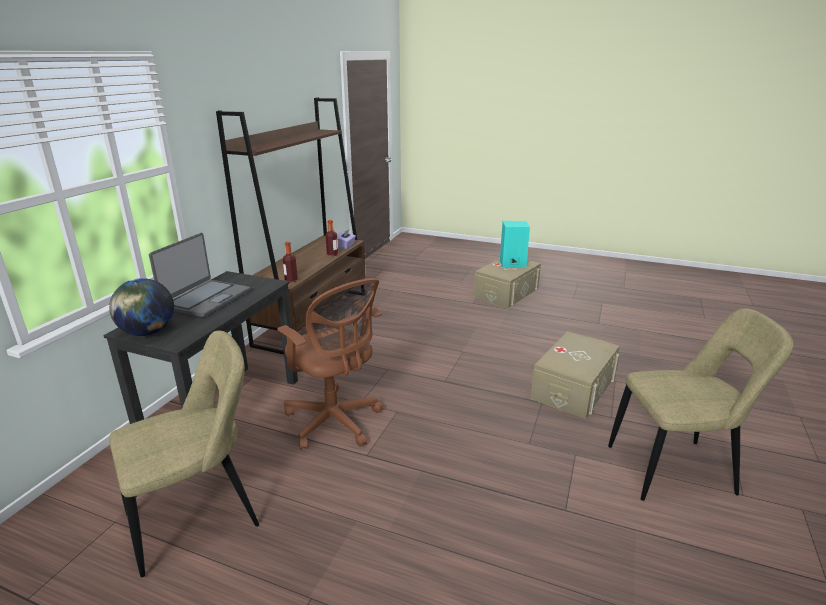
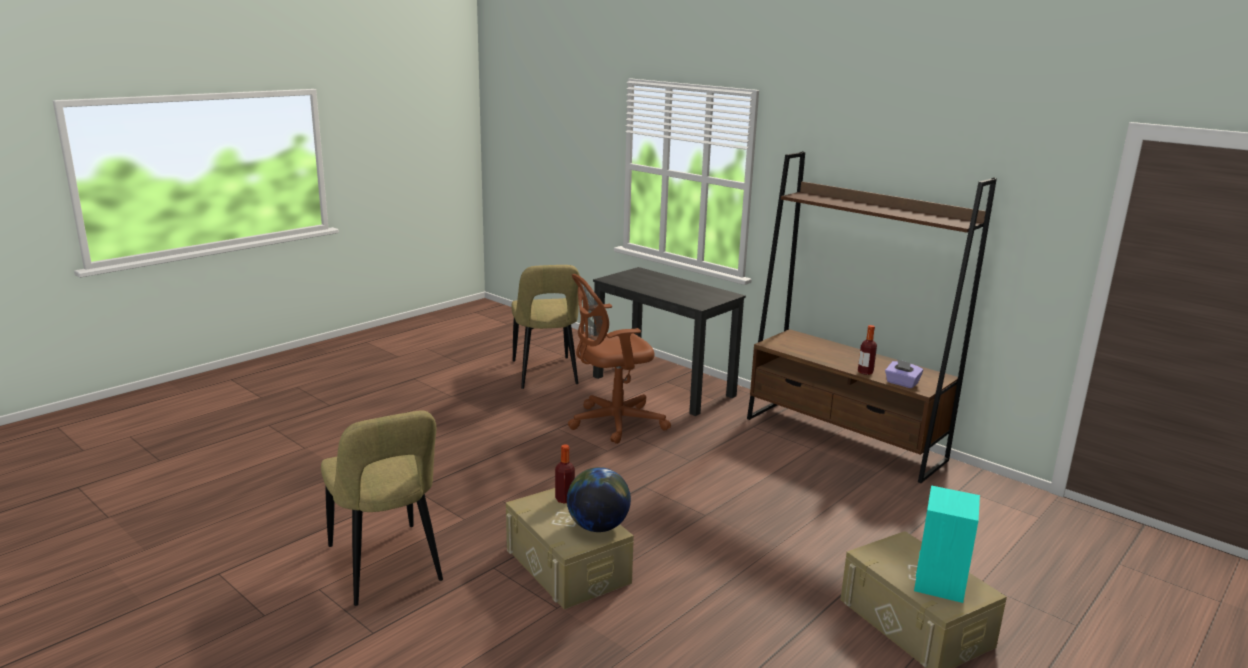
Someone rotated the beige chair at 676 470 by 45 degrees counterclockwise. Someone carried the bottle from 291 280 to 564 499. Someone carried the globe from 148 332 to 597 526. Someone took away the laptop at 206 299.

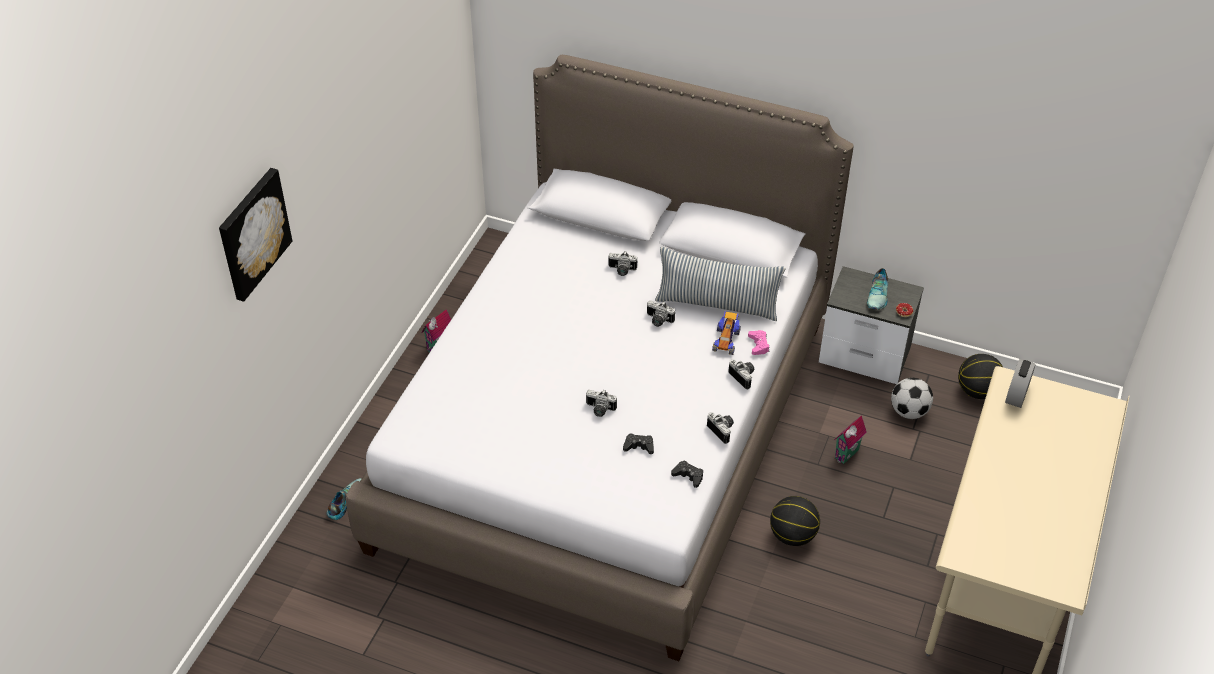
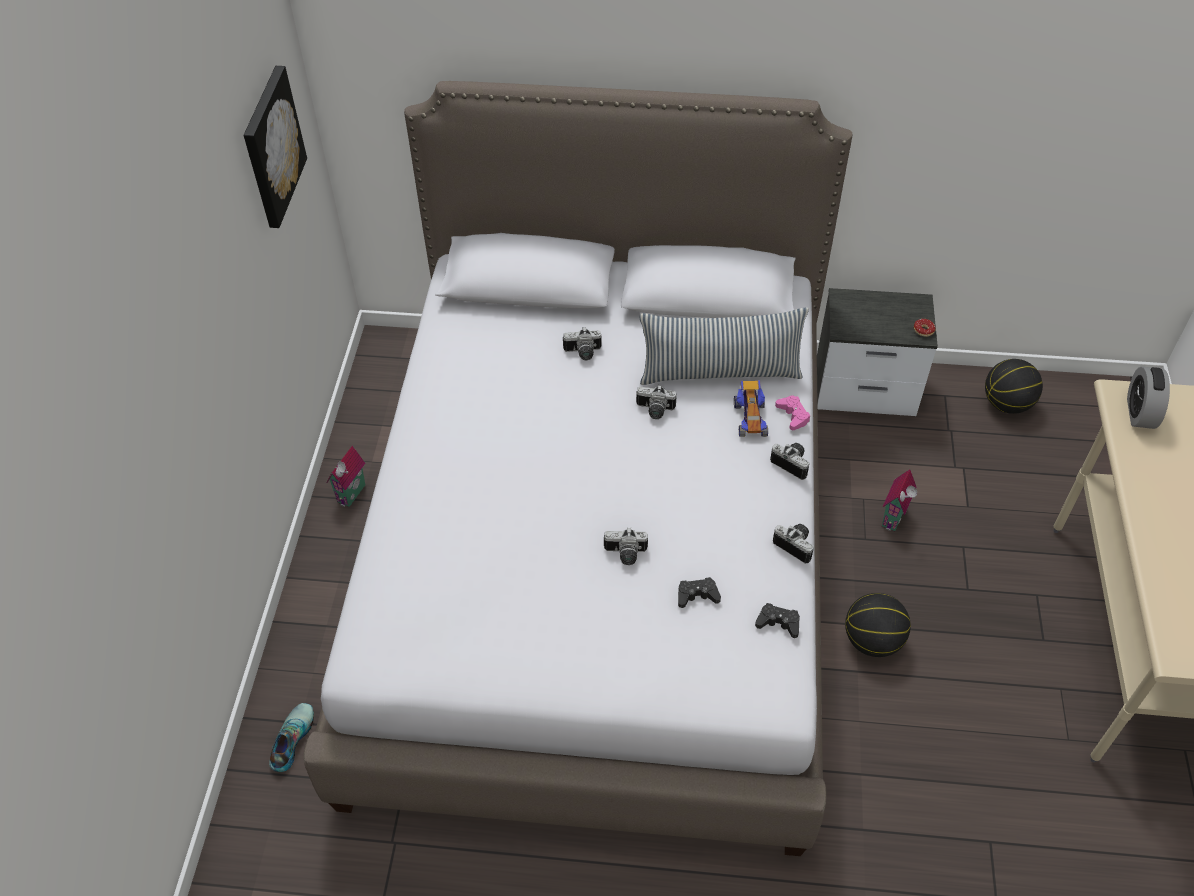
Someone carried the picture from 252 233 to 271 147. Someone took away the shoe at 878 295. Someone took away the football at 909 411.

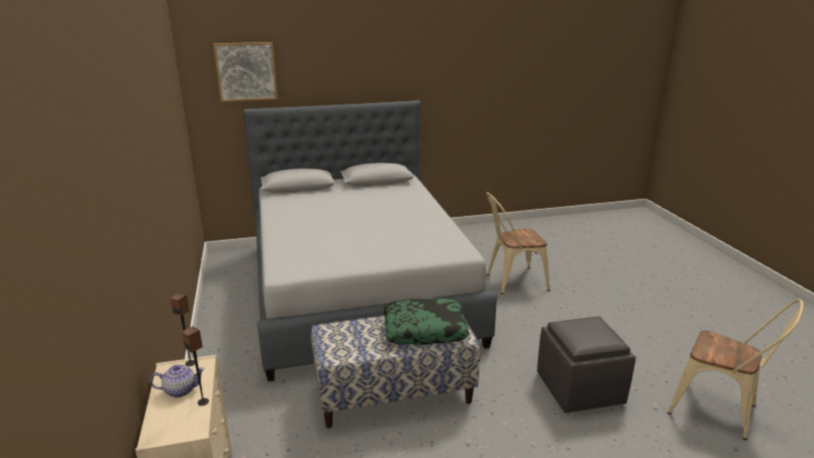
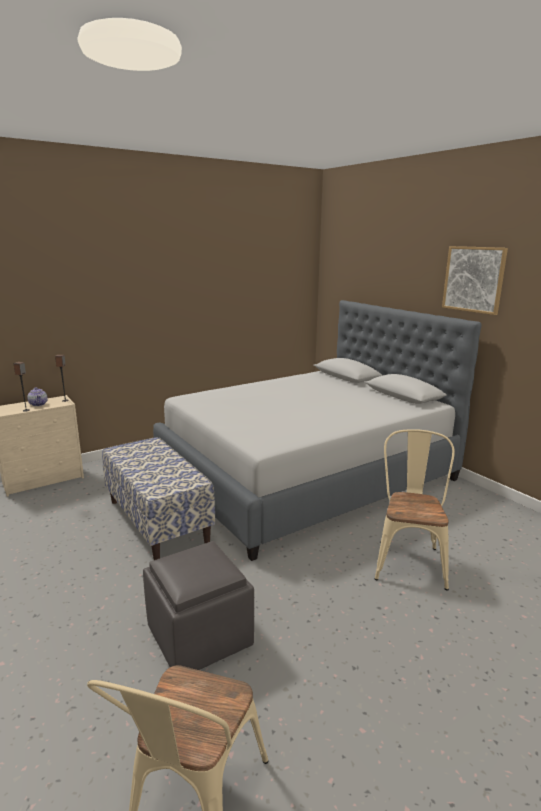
Someone rotated the beige chair at 511 281 by 45 degrees clockwise. Someone carried the picture from 246 71 to 474 279. Someone took away the pillow at 424 329.

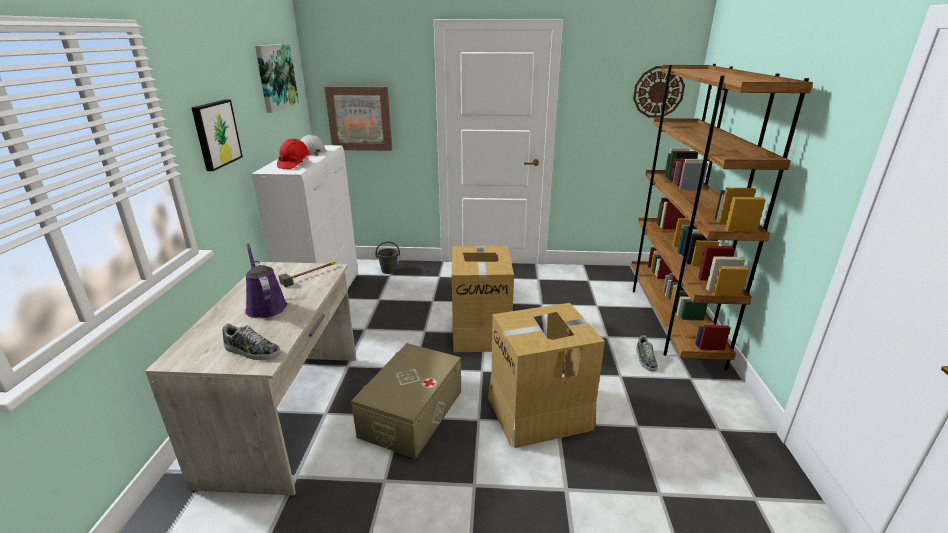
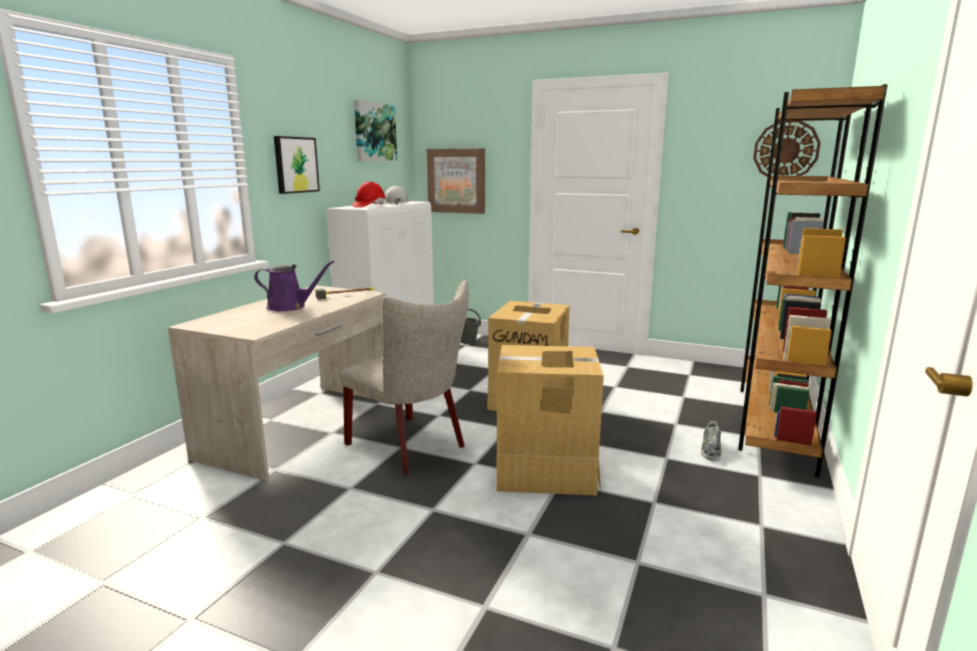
Someone rotated the purple watering can at 265 306 by 105 degrees clockwise. Someone swapped the beige storage box at 411 413 for the beige chair at 411 446. Someone took away the shoe at 252 351.

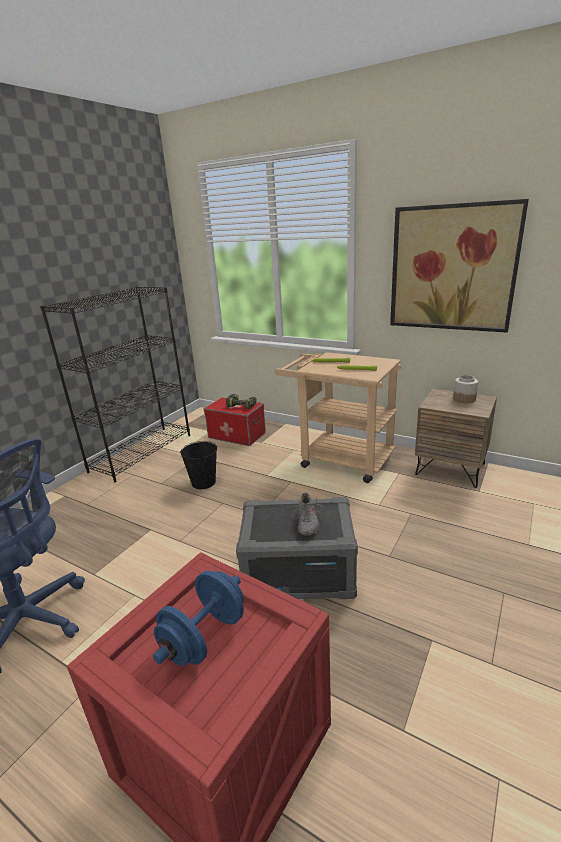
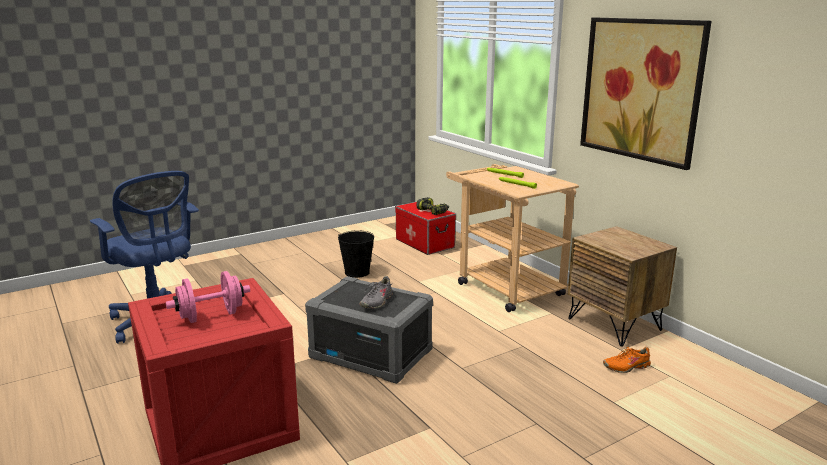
Someone repainted the blue dumbbell at 204 637, which became the pink dumbbell at 211 316. Someone put down the orange shoe at 626 366. Someone took away the black bookcase at 142 452. Someone took away the jar at 464 399.

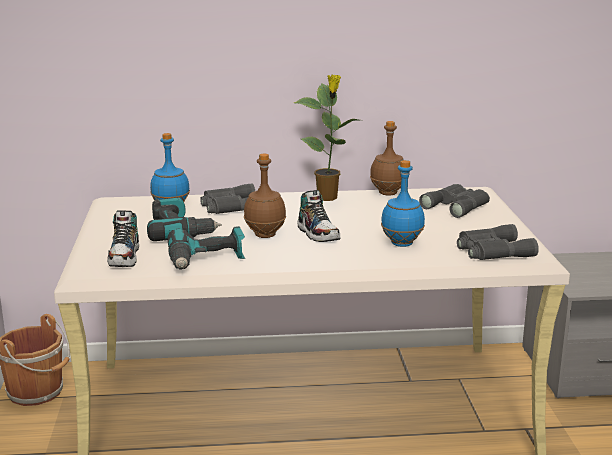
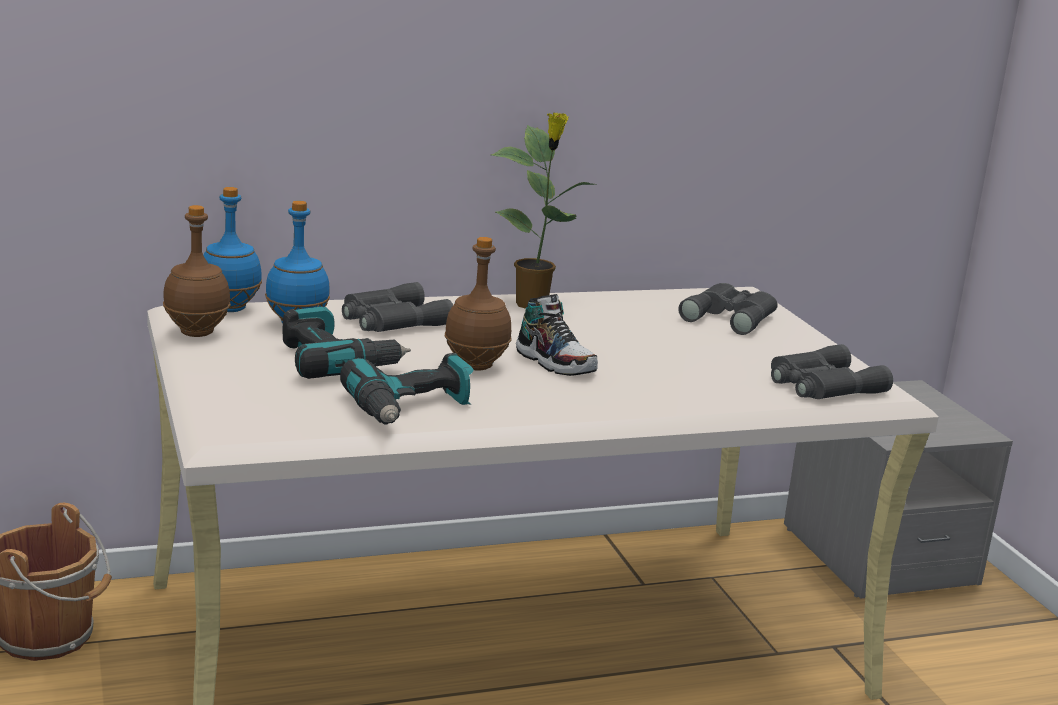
Someone carried the brown bottle from 388 193 to 197 333. Someone carried the blue bottle from 401 244 to 229 308. Someone took away the shoe at 125 257.

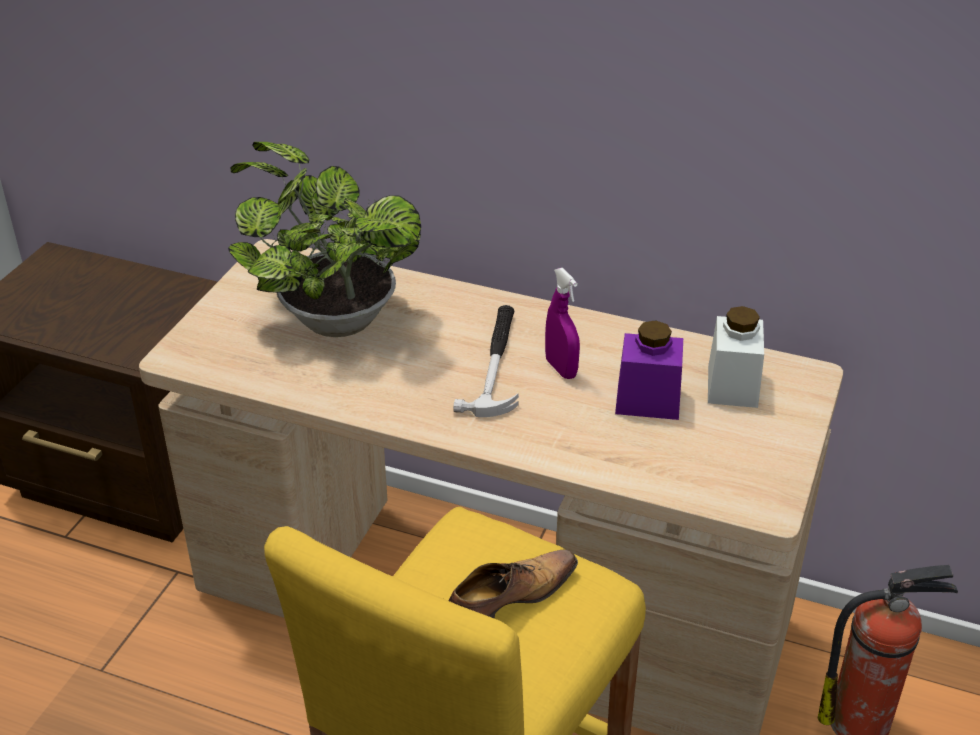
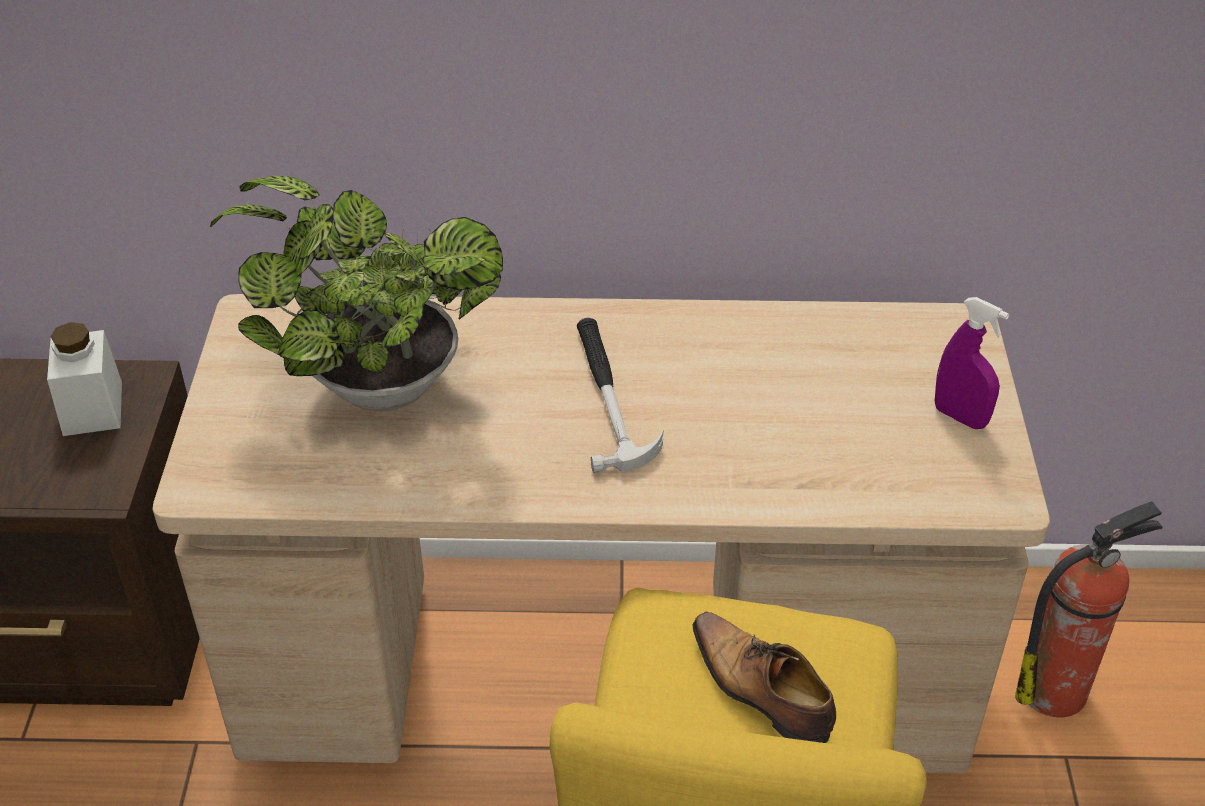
Someone carried the white jar from 732 386 to 93 408. Someone rotated the shoe at 509 599 by 75 degrees counterclockwise. Someone carried the purple spray bottle from 561 368 to 960 417. Someone took away the purple jar at 648 401.

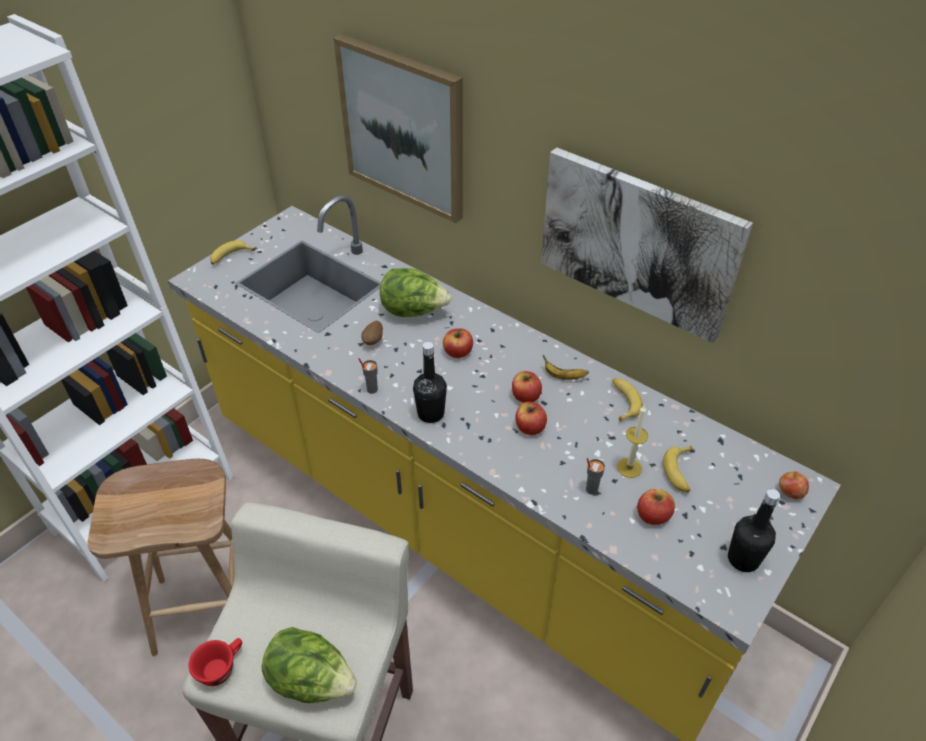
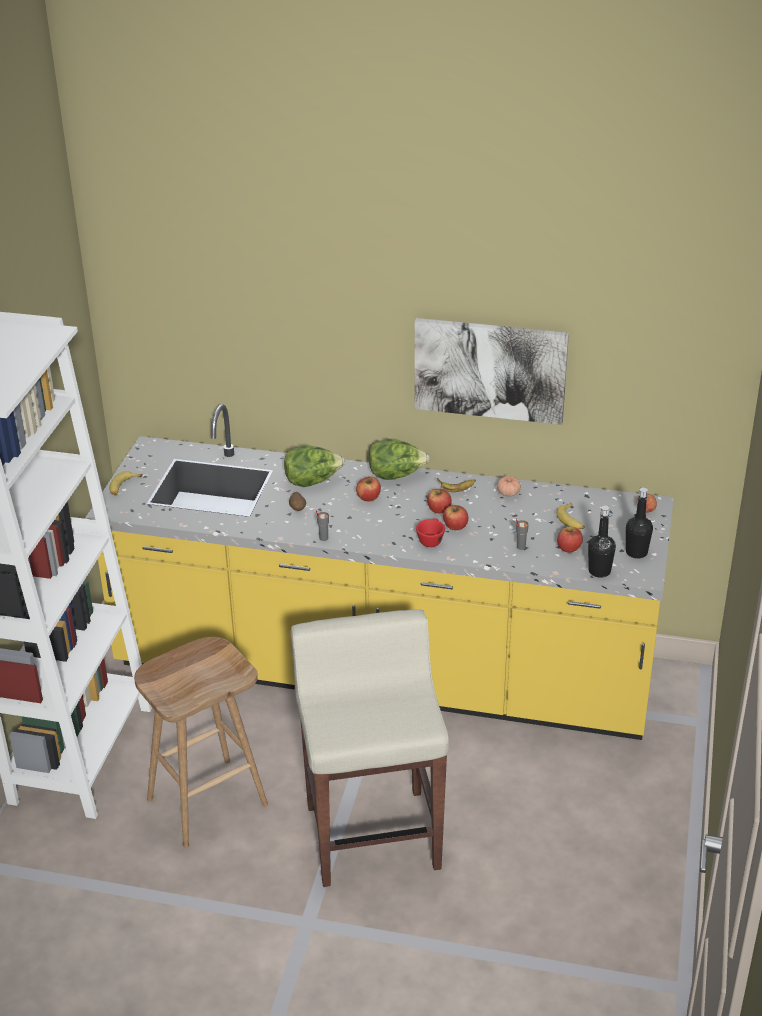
Someone carried the lettuce from 312 681 to 396 475. Someone carried the red cup from 221 667 to 431 539. Someone swapped the banana at 623 402 for the tomato at 508 493. Someone carried the black bottle from 430 413 to 599 571. Someone took away the picture at 403 128. Someone took away the candle at 629 467.

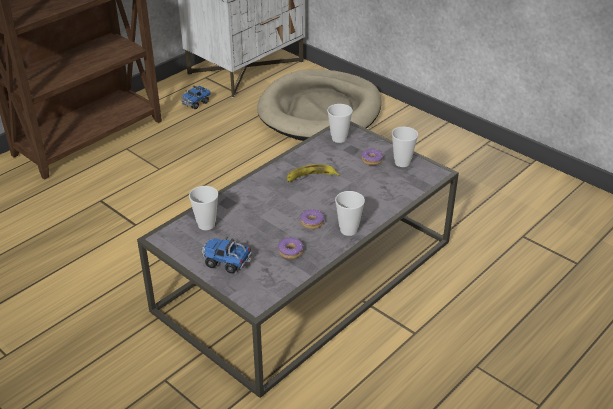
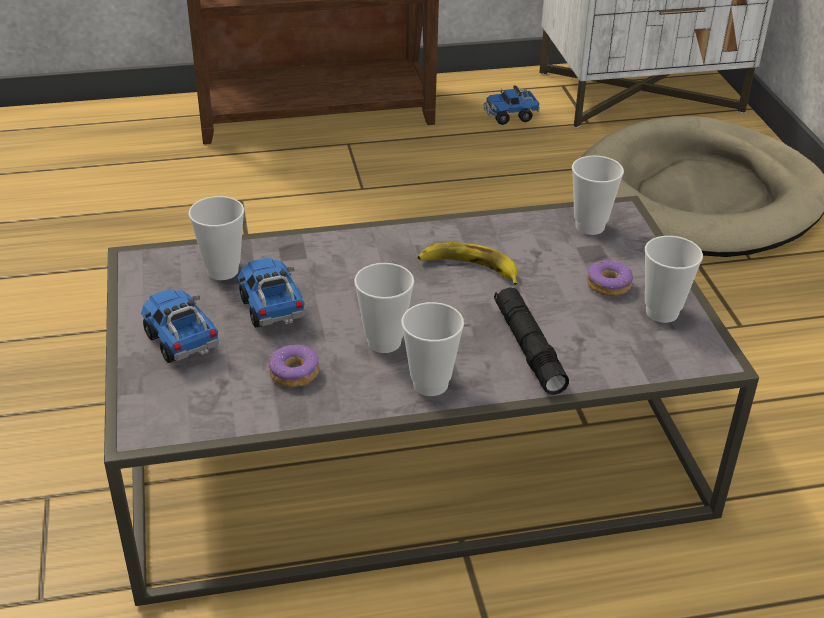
Someone put down the toy truck at 272 309. Someone swapped the donut at 311 222 for the cup at 384 342. Someone put down the black flashlight at 528 348.

